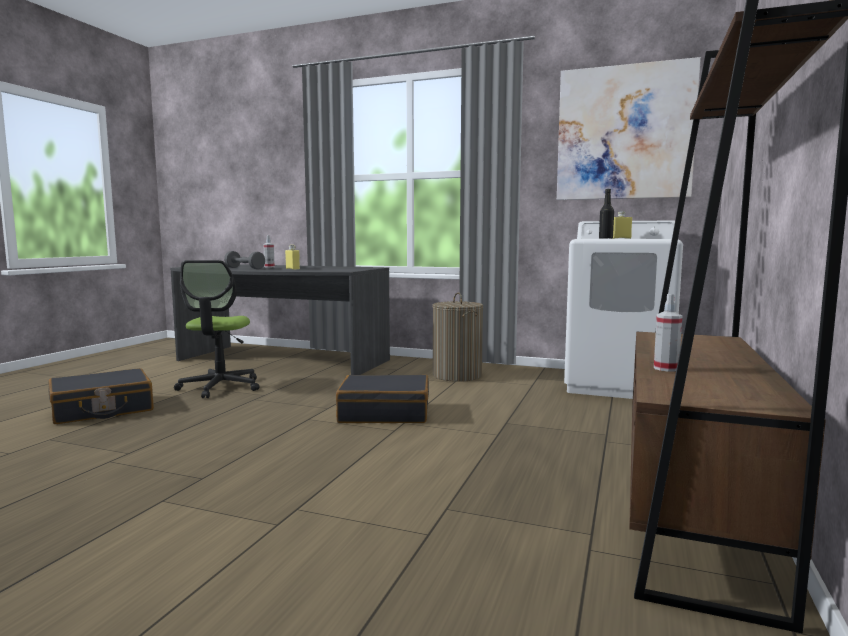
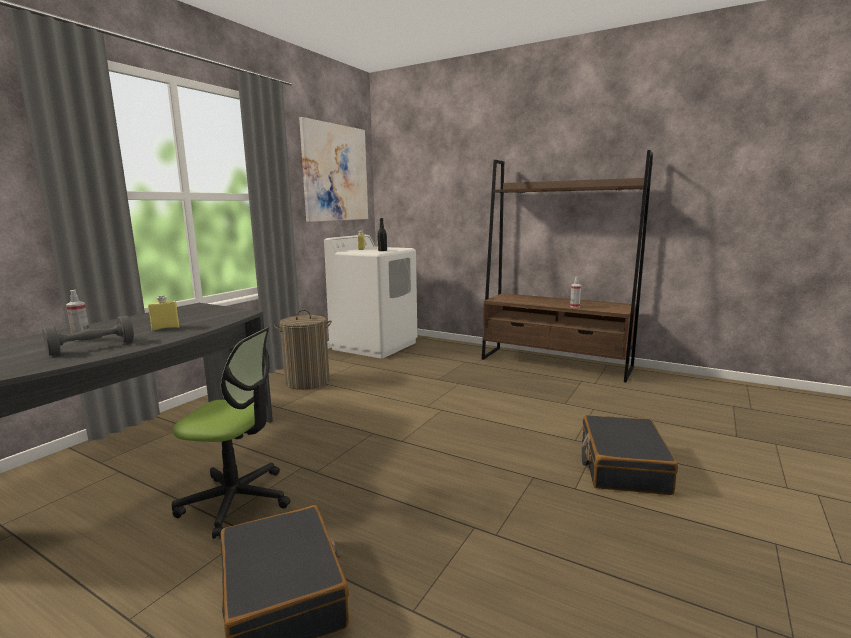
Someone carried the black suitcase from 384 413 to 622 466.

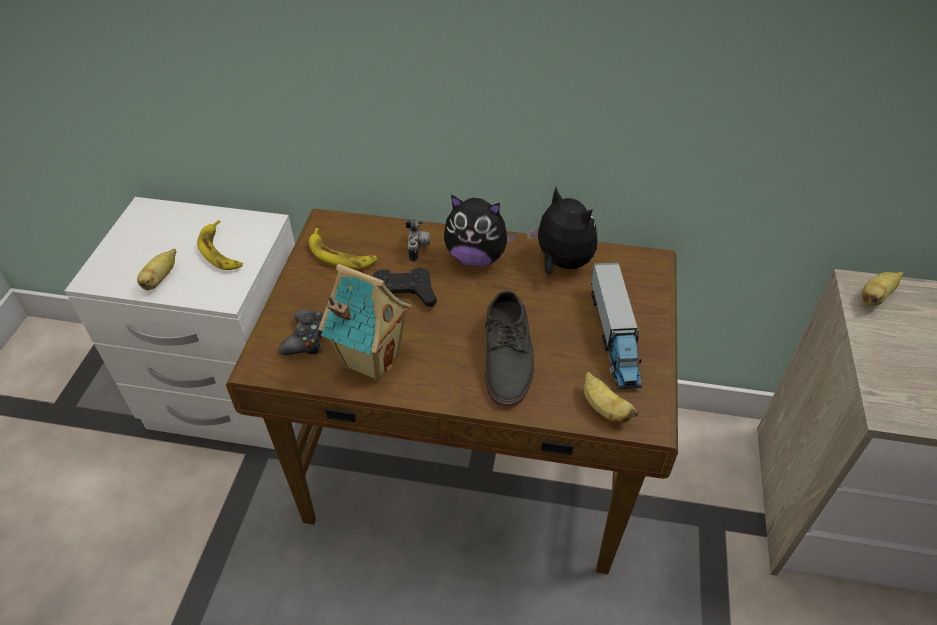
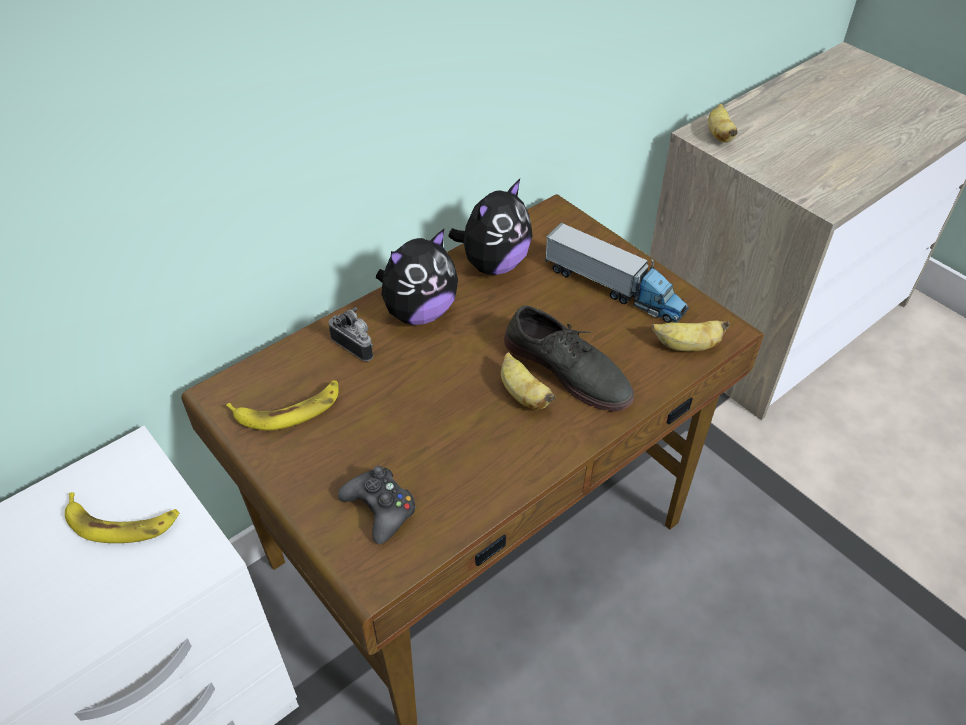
Someone rotated the plush toy at 561 263 by 135 degrees clockwise. Someone carried the banana from 160 279 to 523 394. Someone took away the toy house at 371 359. Someone took away the black game controller at 402 294.

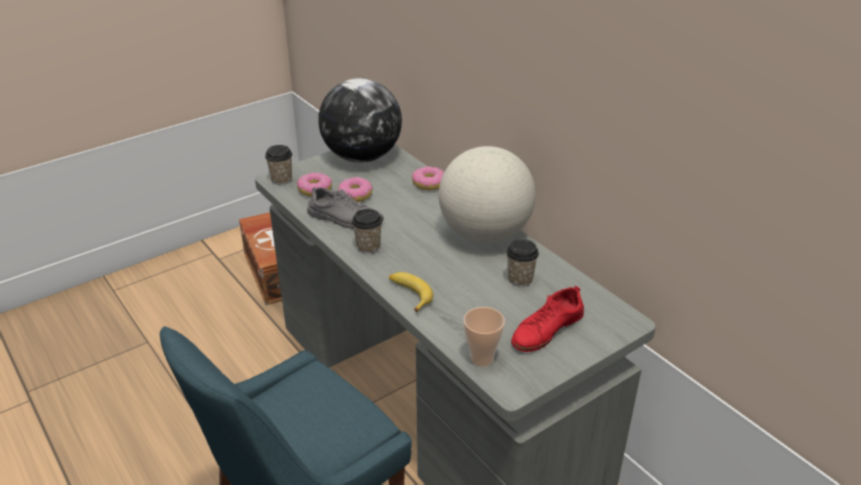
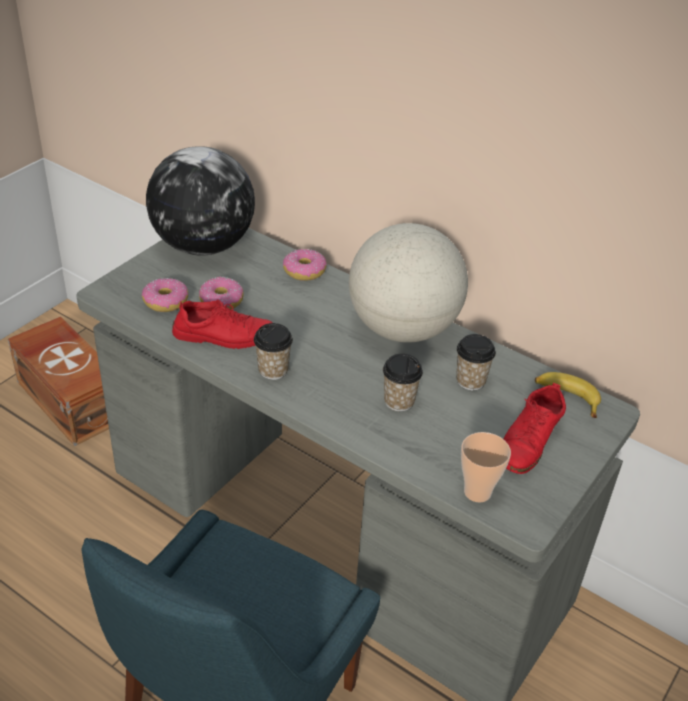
Someone repainted the grey shoe at 345 218, which became the red shoe at 224 335. Someone carried the cup from 281 179 to 399 401. Someone carried the banana from 409 294 to 566 397.

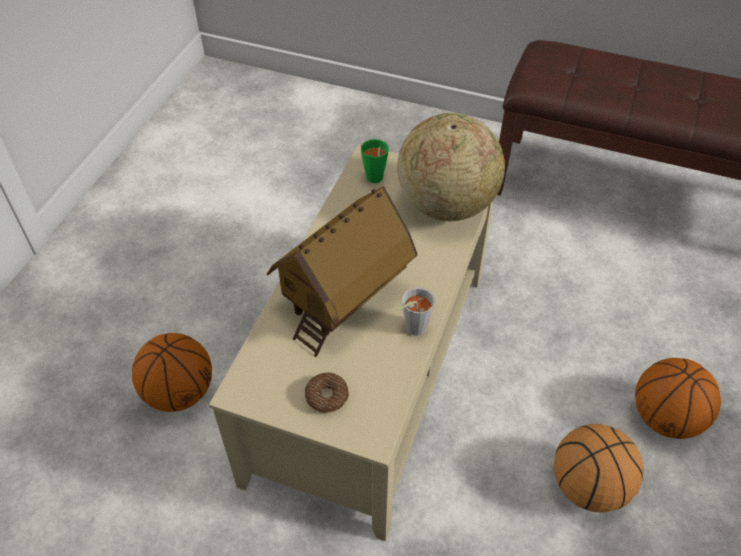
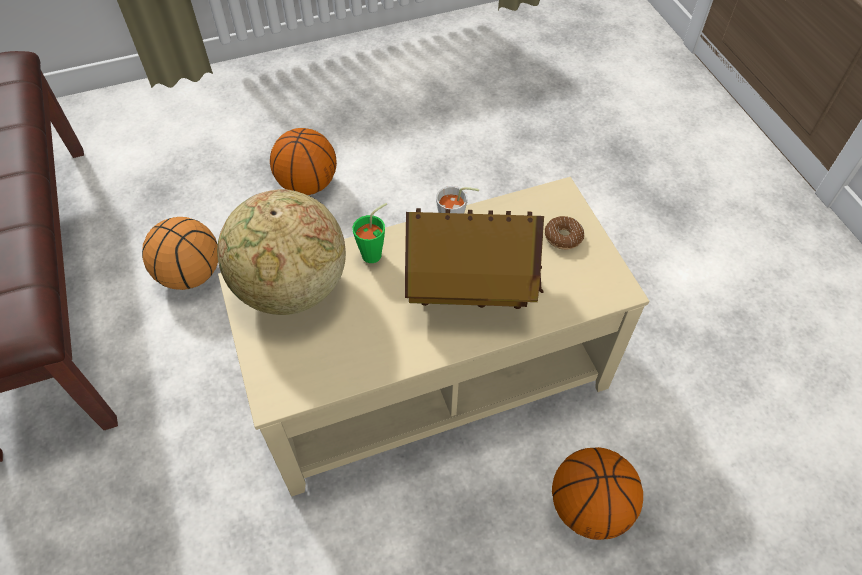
Someone carried the basketball from 589 486 to 190 273. Someone carried the green cup from 374 180 to 375 253.

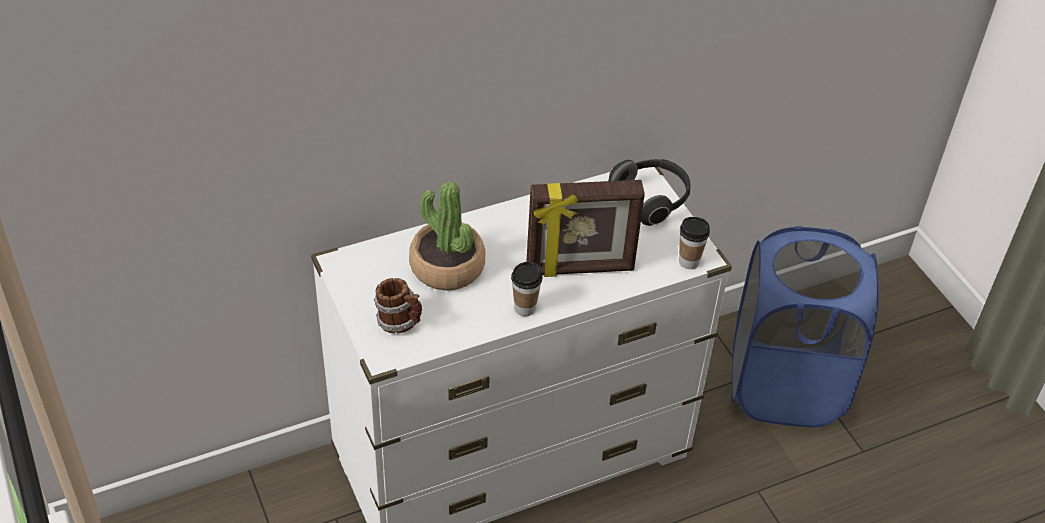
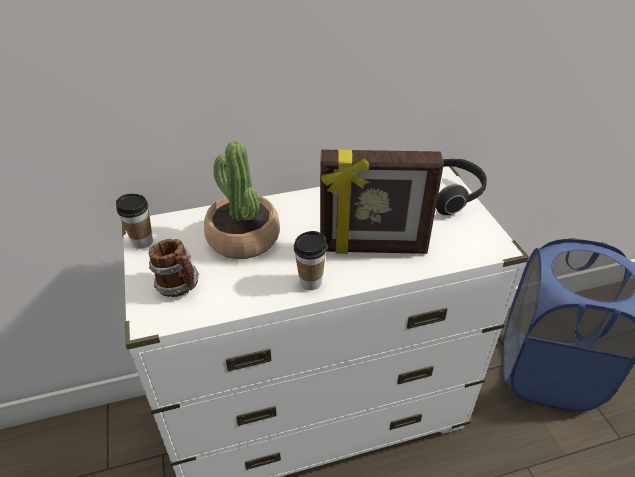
Someone carried the cup from 689 262 to 142 241.

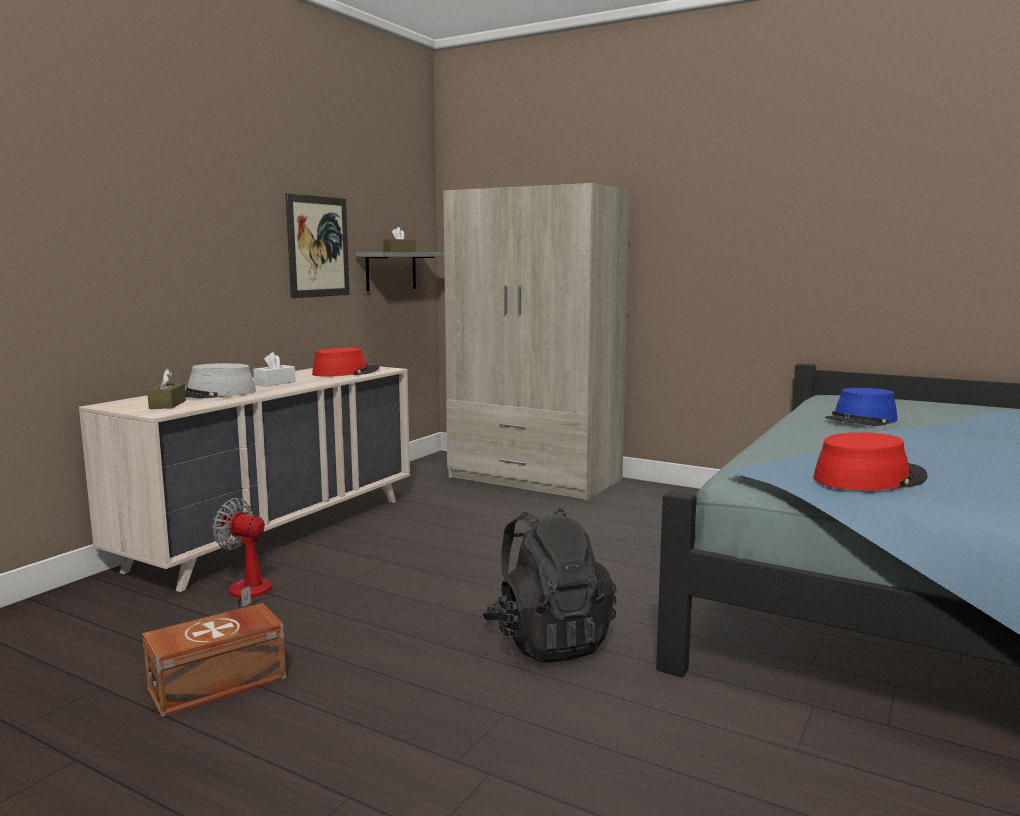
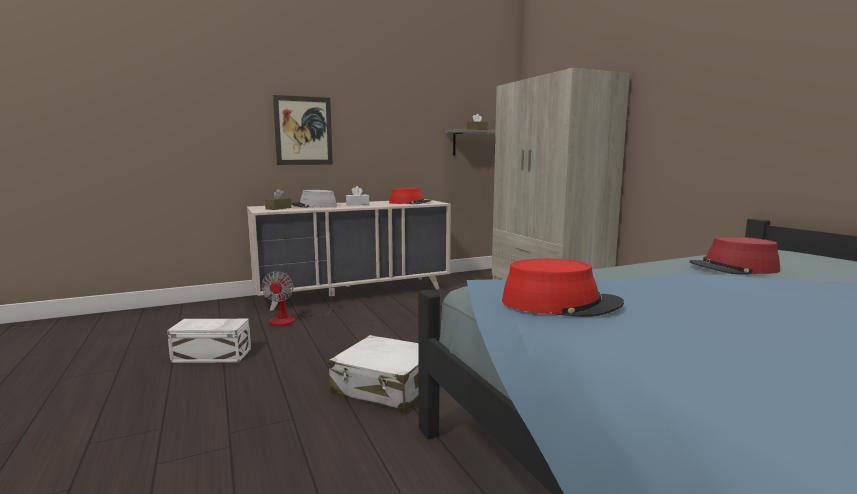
Someone repainted the brown storage box at 220 683, which became the white storage box at 212 356. Someone rotated the fan at 249 596 by 150 degrees counterclockwise. Someone carried the picture from 318 246 to 303 130. Someone swapped the black backpack at 548 641 for the white suitcase at 387 387. Someone repainted the blue hat at 861 420, which became the red hat at 733 268.

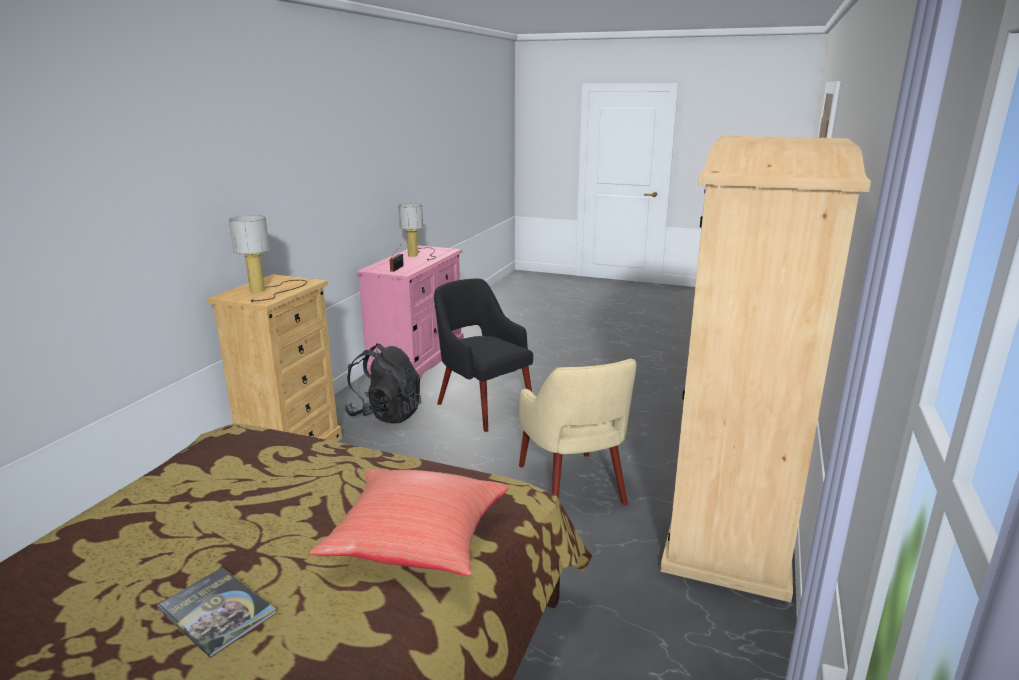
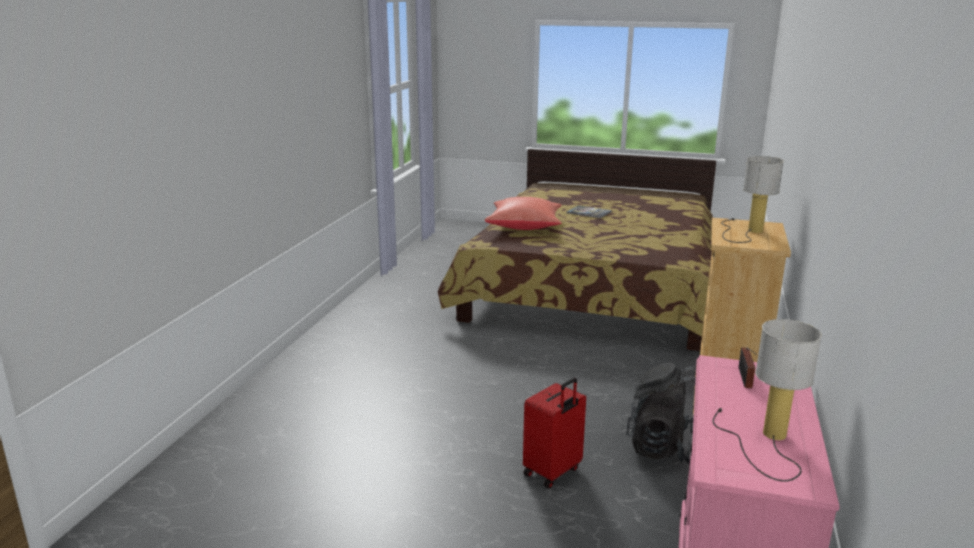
Someone swapped the black armchair at 483 406 for the red suitcase at 553 472. Someone took away the beige armchair at 572 486. Someone took away the beige wardrobe at 734 497.

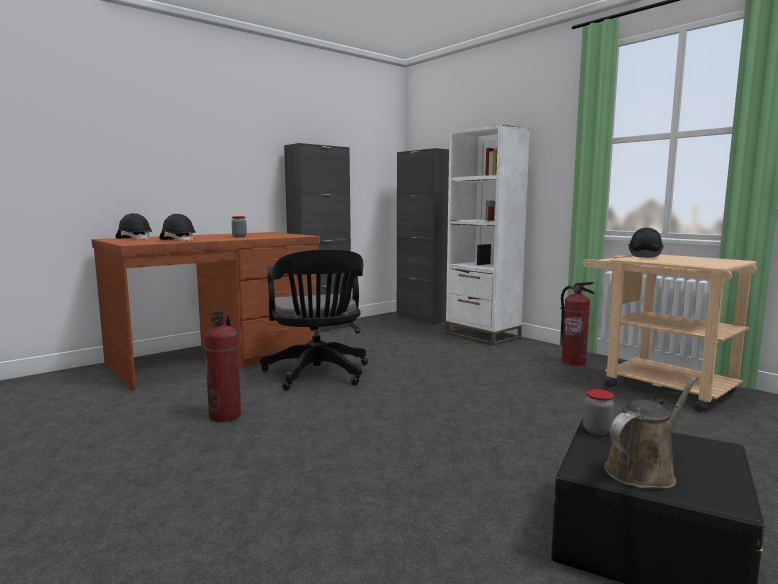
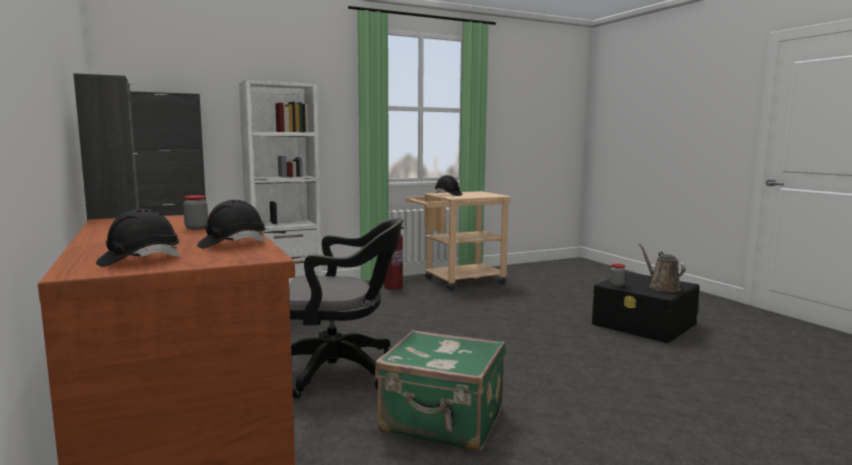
Someone swapped the fire extinguisher at 225 416 for the green suitcase at 442 422.

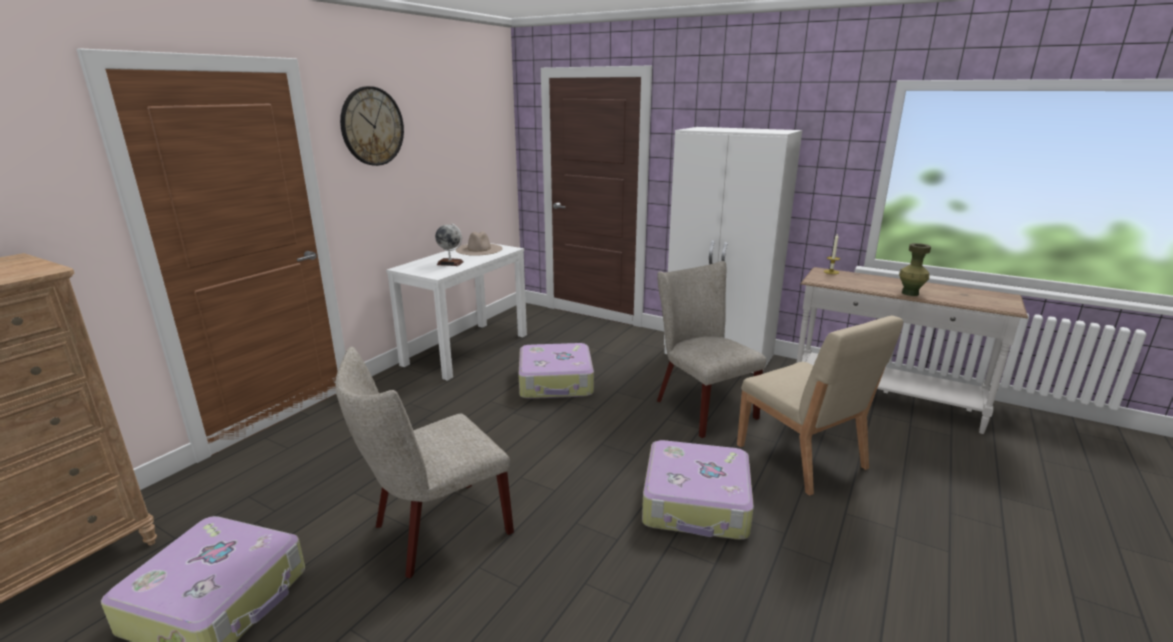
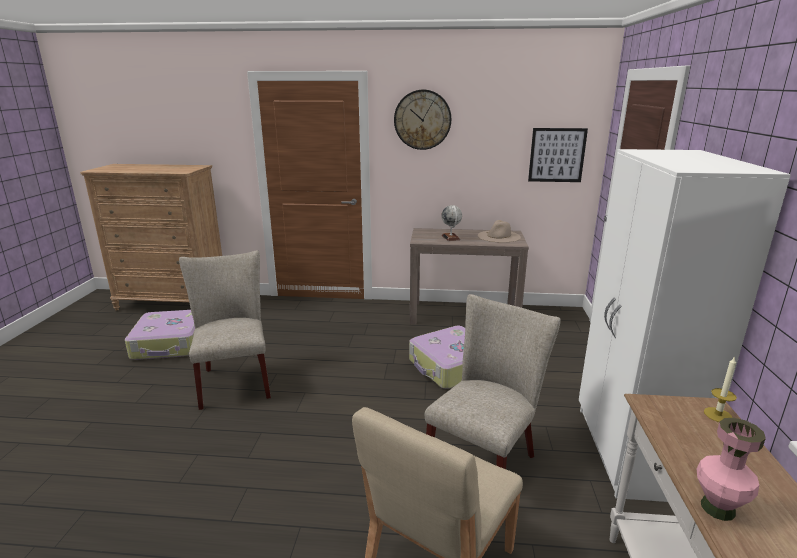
Someone rotated the beige chair at 434 531 by 45 degrees clockwise. Someone repainted the white console table at 467 349, which became the brown console table at 464 314. Someone put up the picture at 557 155. Someone repainted the green vase at 910 293, which became the pink vase at 718 508. Someone took away the suitcase at 696 503.

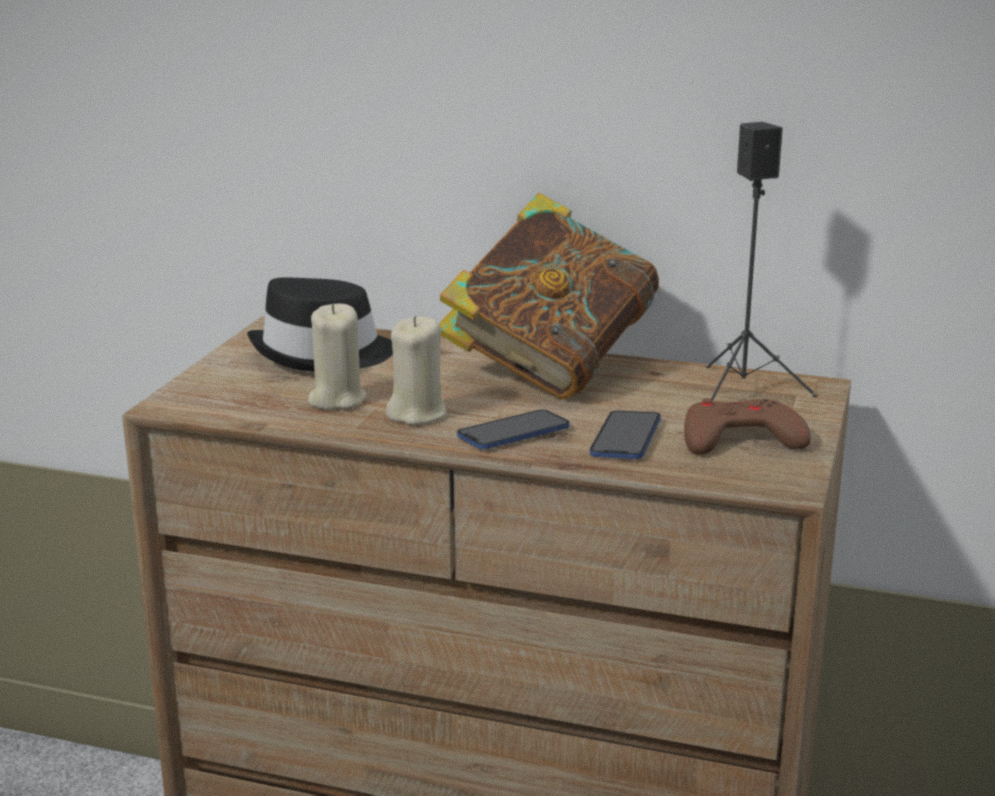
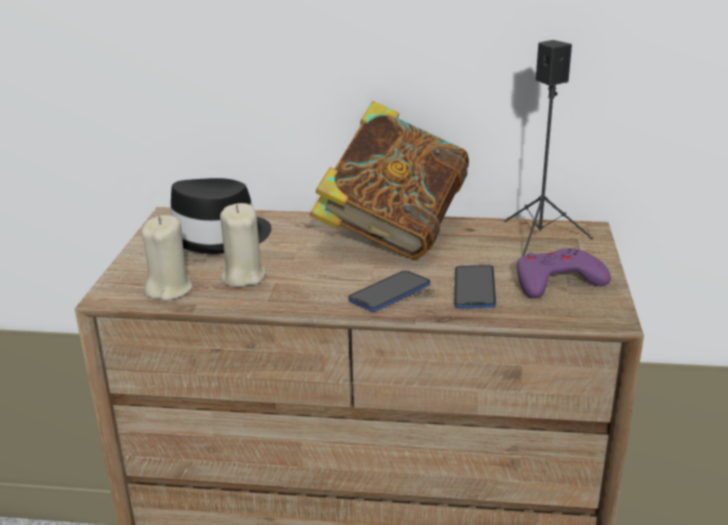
Someone carried the beige candle from 417 414 to 169 289. Someone repainted the brown game controller at 740 439, which became the purple game controller at 557 281.

